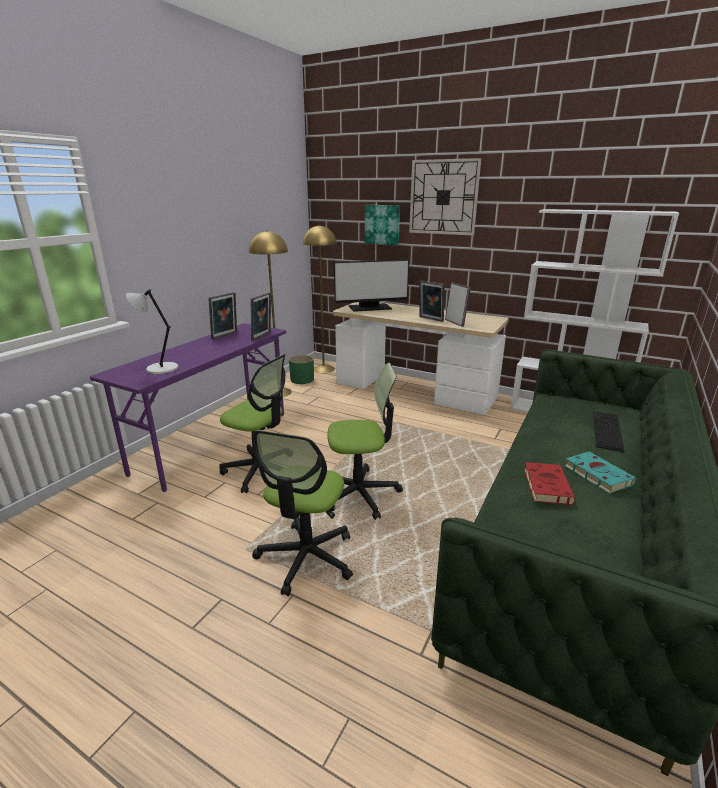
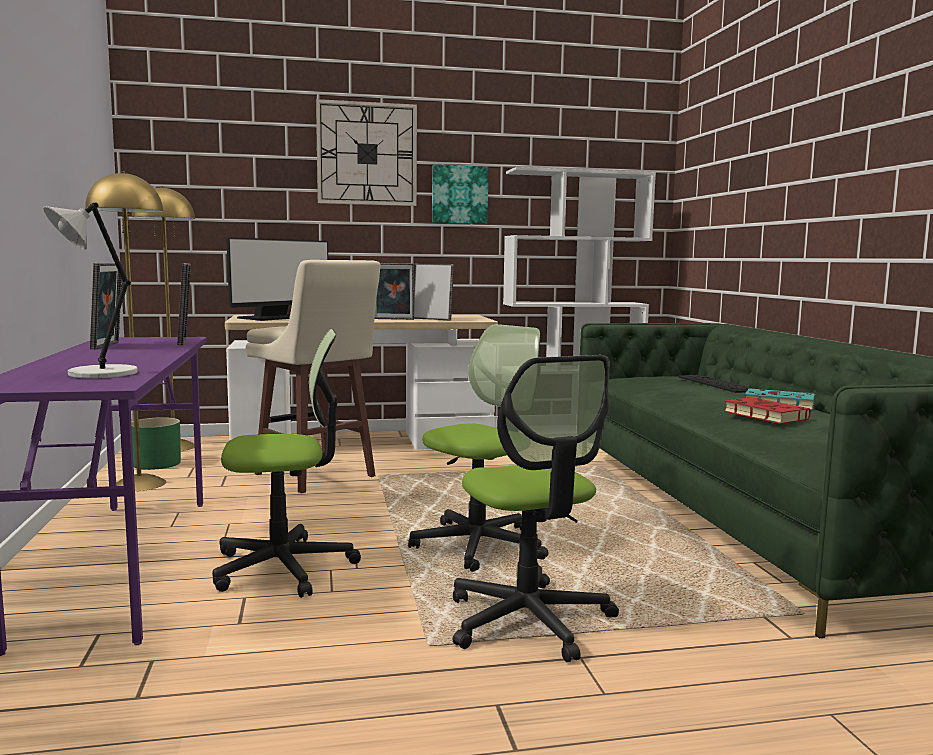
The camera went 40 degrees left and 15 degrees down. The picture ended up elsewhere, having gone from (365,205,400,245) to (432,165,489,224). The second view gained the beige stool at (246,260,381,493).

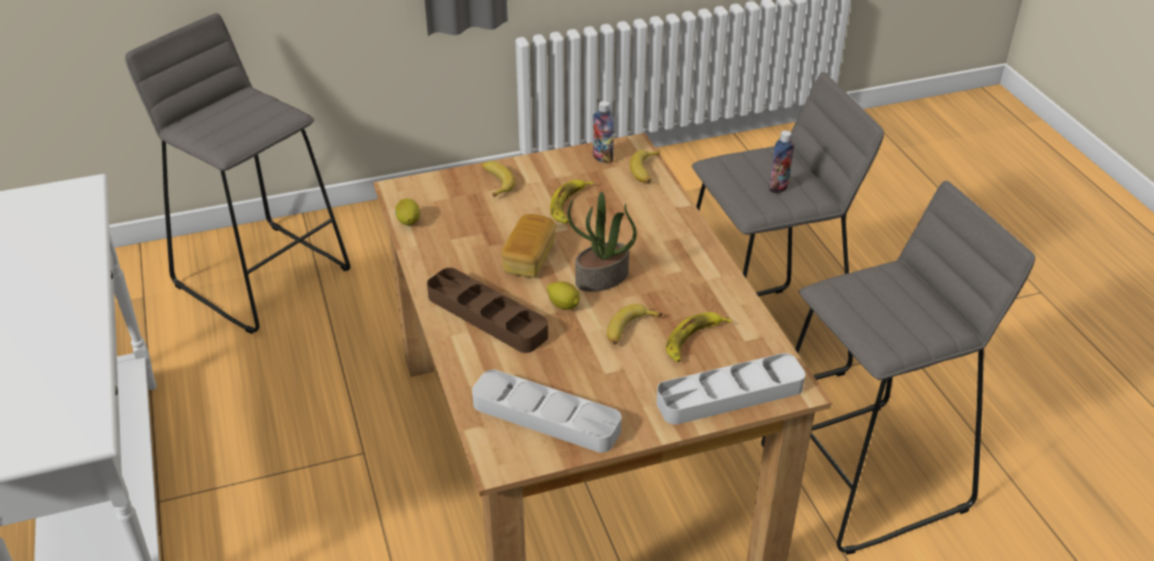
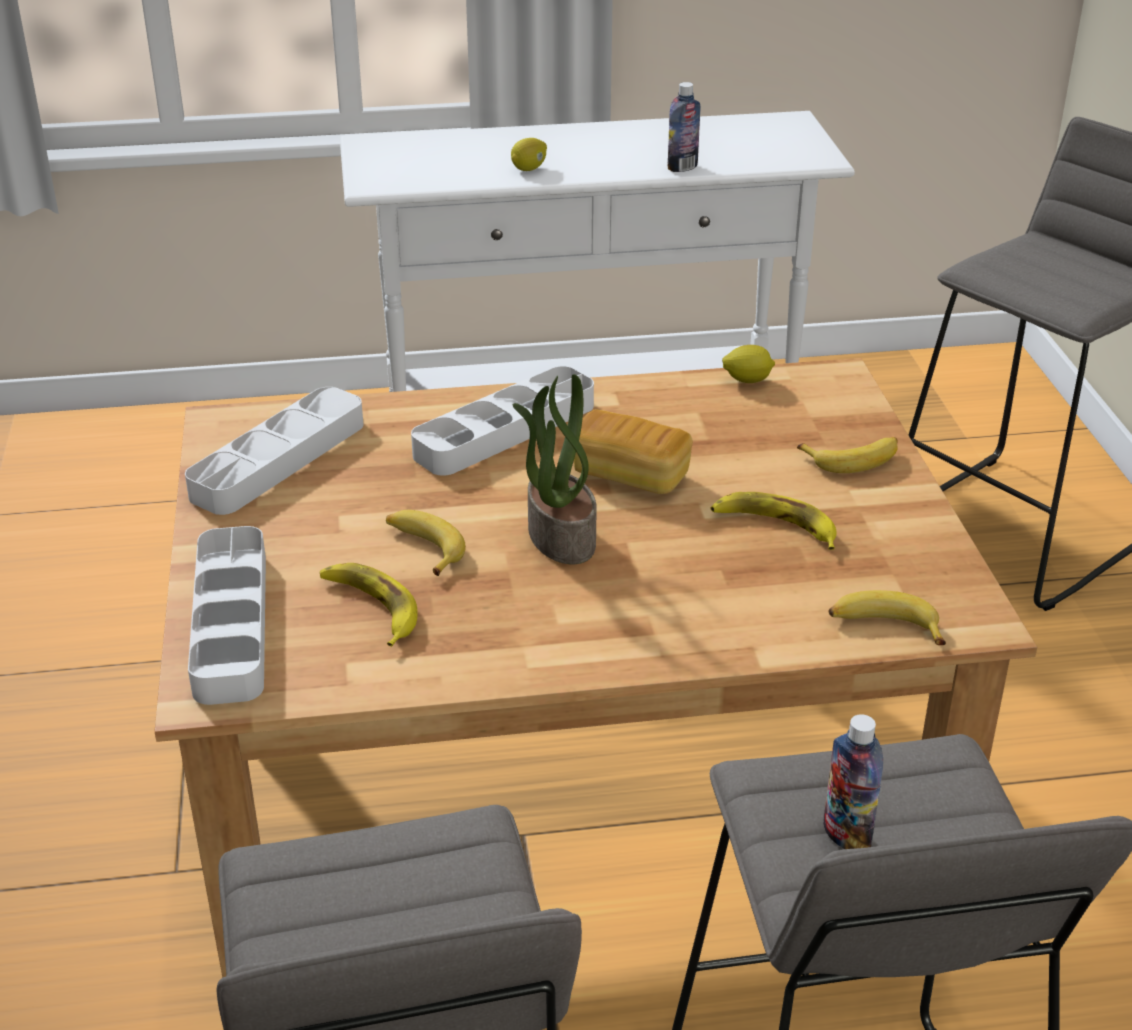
The camera went 100 degrees right and 5 degrees down. The bottle ended up elsewhere, having gone from (593,101,614,163) to (668,82,700,172). What was the brown tray at (427,268,548,353) turned into the grey tray at (411,366,594,476). The lemon ended up elsewhere, having gone from (547,281,580,310) to (511,138,547,171).

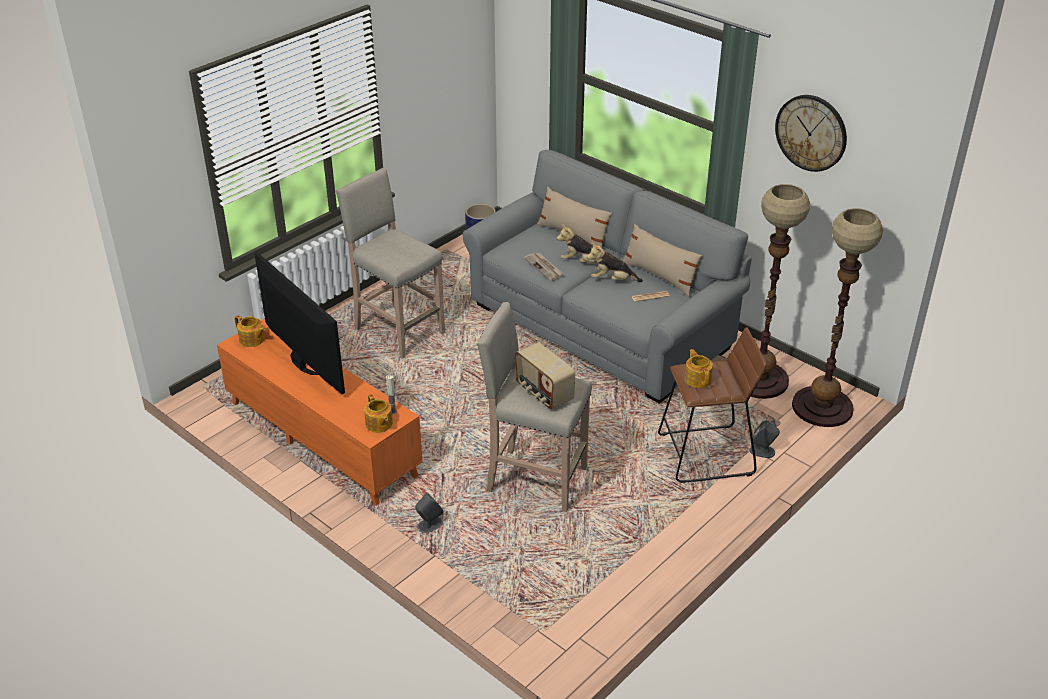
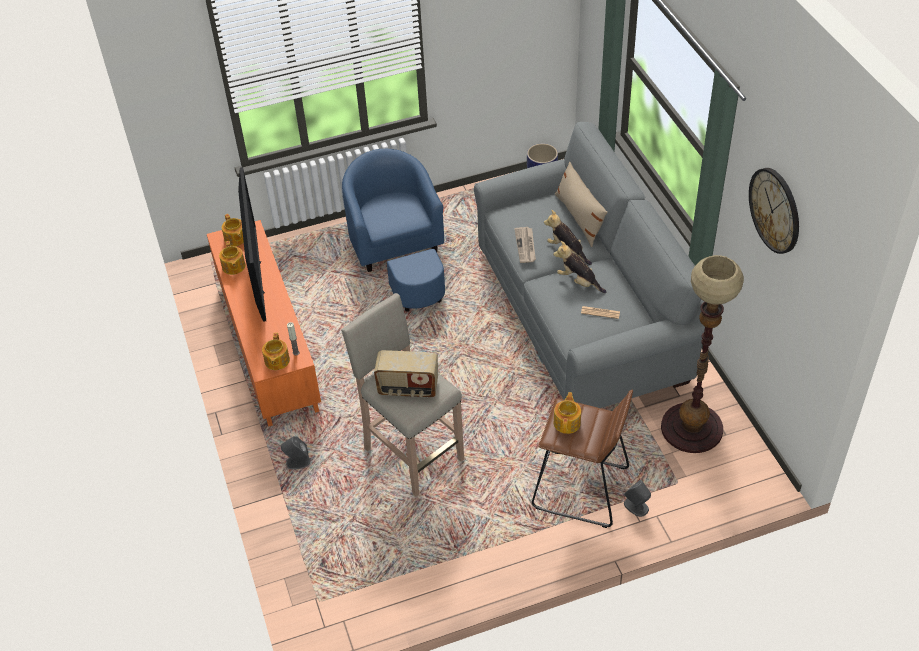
The camera went 30 degrees right and 10 degrees up. Where the beige stool stood at (336,168,445,359), the blue armchair came to stand at (342,149,445,312). The second view lost the floor lamp at (792,208,883,427). The second view lost the beige pillow at (623,224,703,297). The radio at (515,342,575,410) ended up facing another way, 75 degrees counterclockwise from before. The second view gained the teapot at (219,241,246,275).

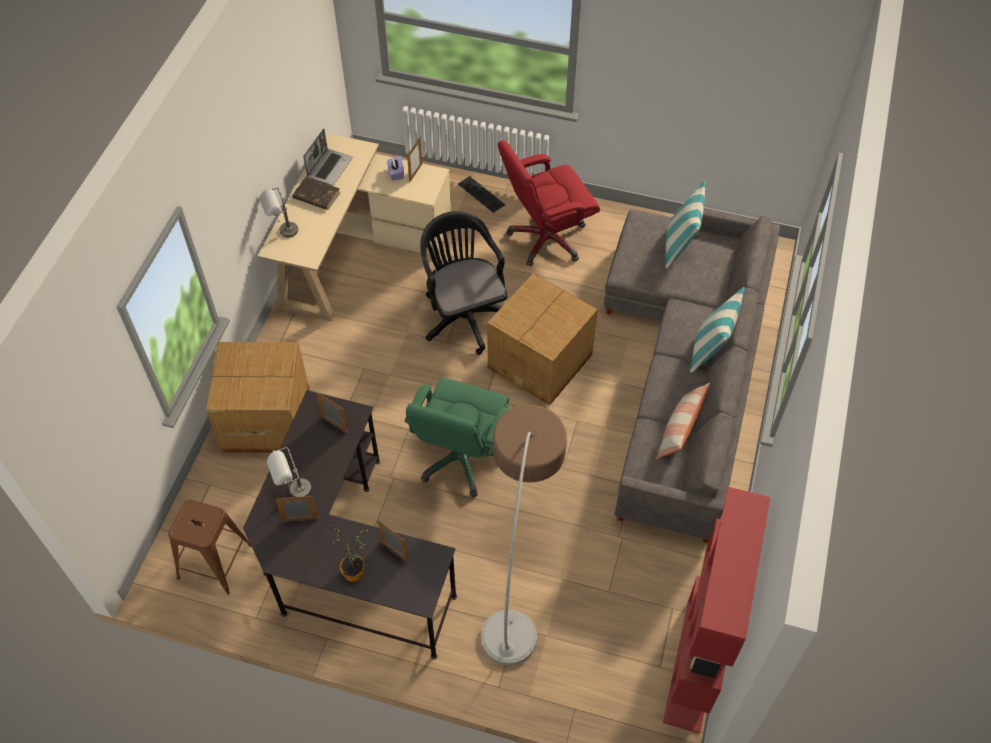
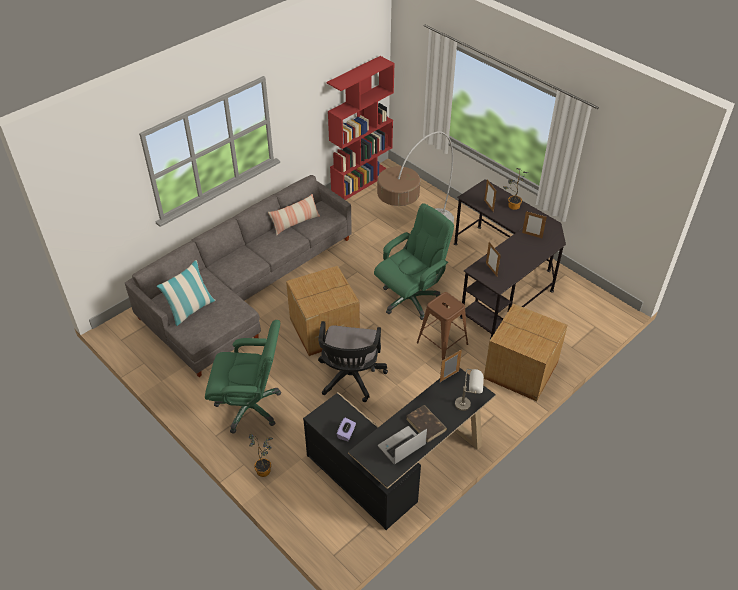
The camera went 150 degrees left and 10 degrees down. What was the beige desk at (258,133,451,322) turned into the black desk at (303,367,496,530). The picture frame ended up elsewhere, having gone from (407,137,422,182) to (440,350,462,382). What was the red office chair at (498,140,600,266) turned into the green office chair at (205,320,281,434). Where the keyboard stood at (458,176,505,213), the potted plant came to stand at (249,434,273,477). The second view lost the pillow at (690,287,745,373). The second view lost the grey table lamp at (267,447,311,497). The brown stool ended up elsewhere, having gone from (168,499,252,595) to (417,292,468,360).

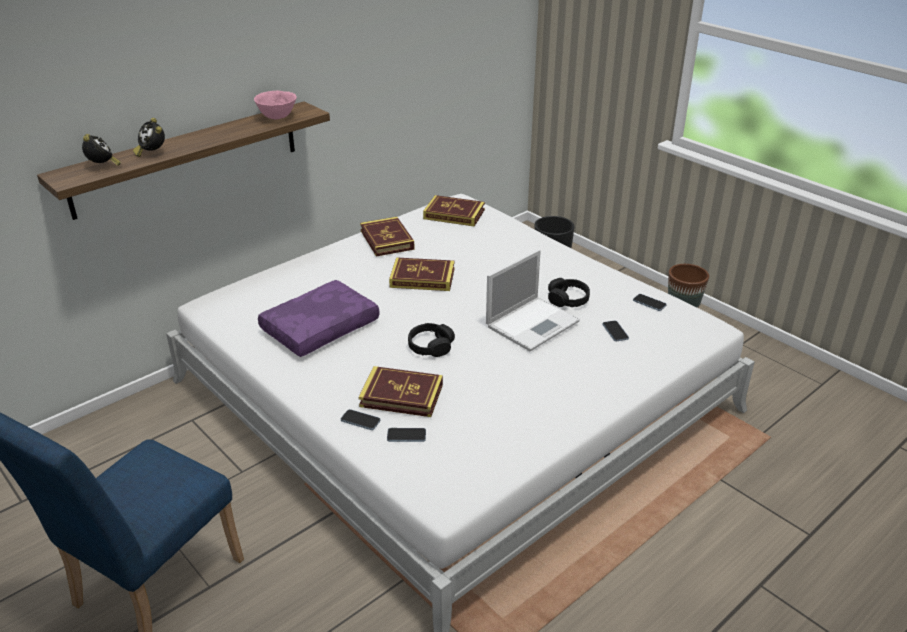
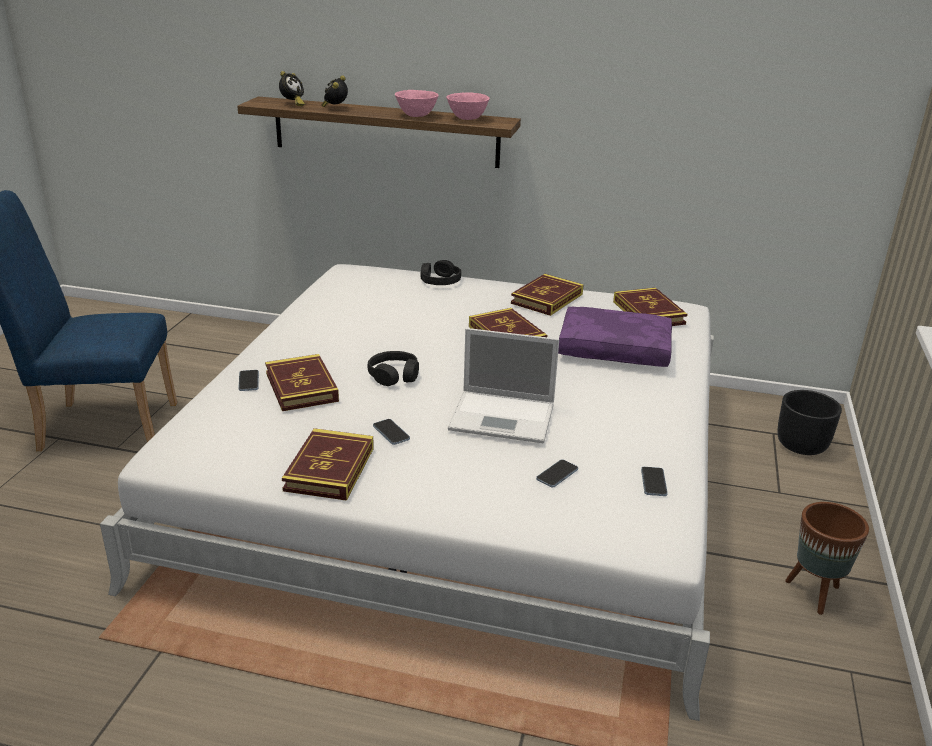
The camera went 55 degrees right and 5 degrees down. The black headphones ended up elsewhere, having gone from (548,278,590,307) to (421,260,461,285). The purple pillow ended up elsewhere, having gone from (258,280,380,357) to (558,307,672,367). The phone ended up elsewhere, having gone from (387,428,426,442) to (373,419,410,445). The second view gained the pink bowl at (395,90,439,117). The second view gained the book at (282,428,374,501).

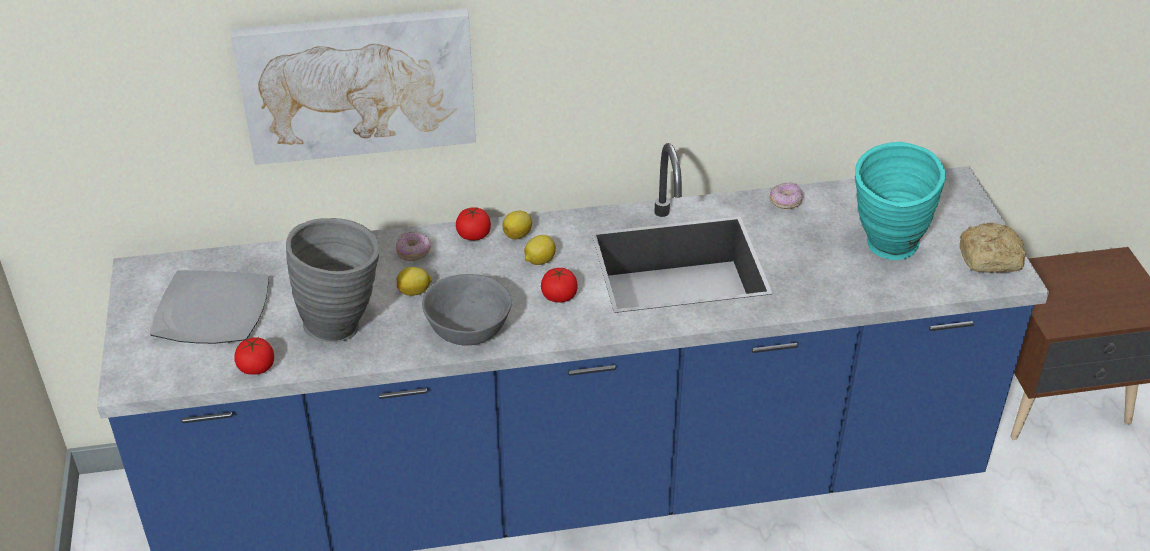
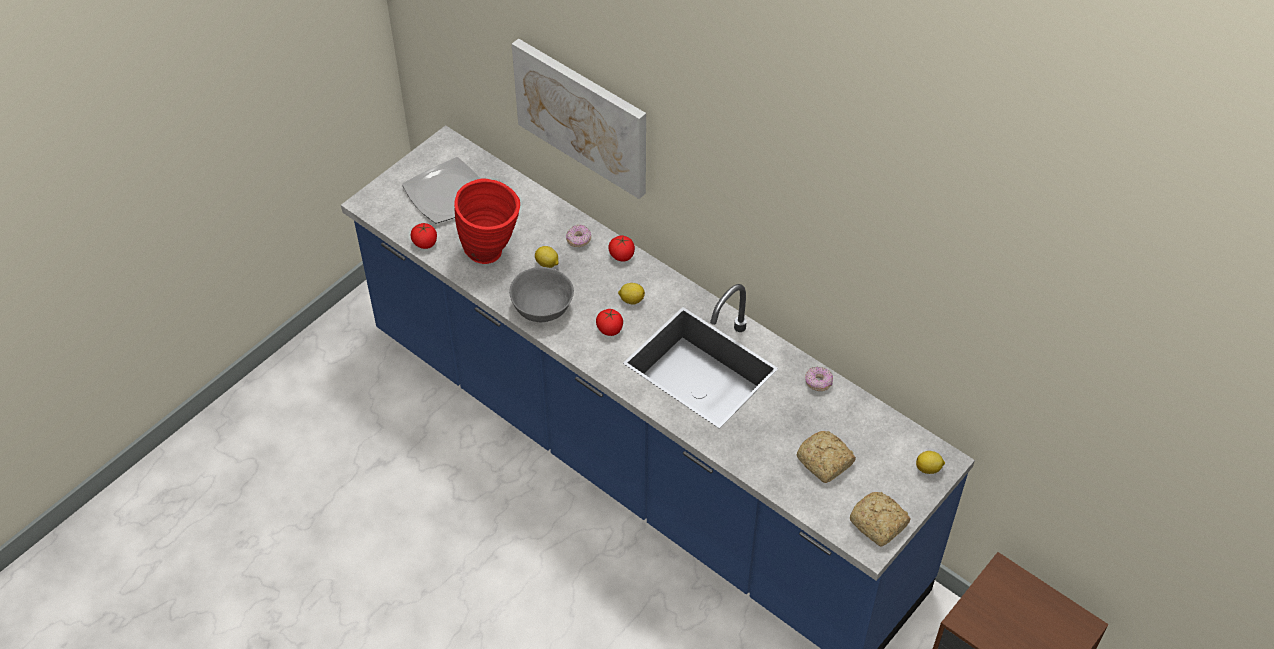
The camera went 50 degrees right and 10 degrees up. Where the turquoise vase stood at (855,142,946,260), the bread came to stand at (797,431,856,483). The lemon ended up elsewhere, having gone from (502,211,532,240) to (916,451,945,474). What was the grey vase at (286,218,380,342) turned into the red vase at (454,179,520,264).

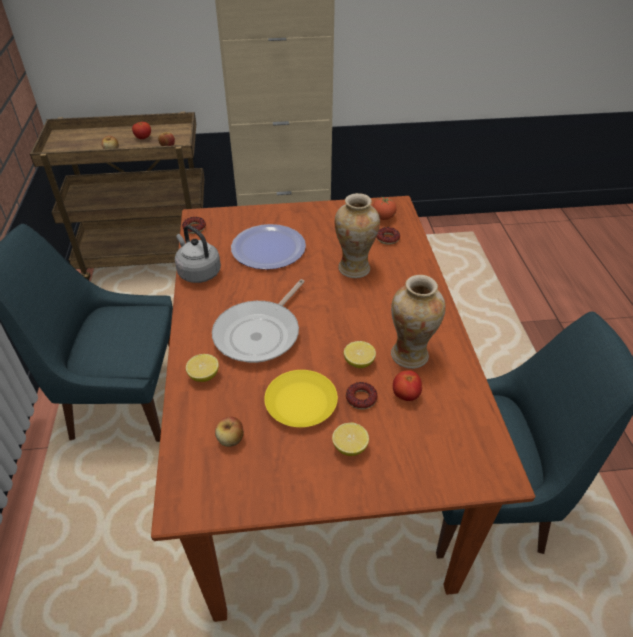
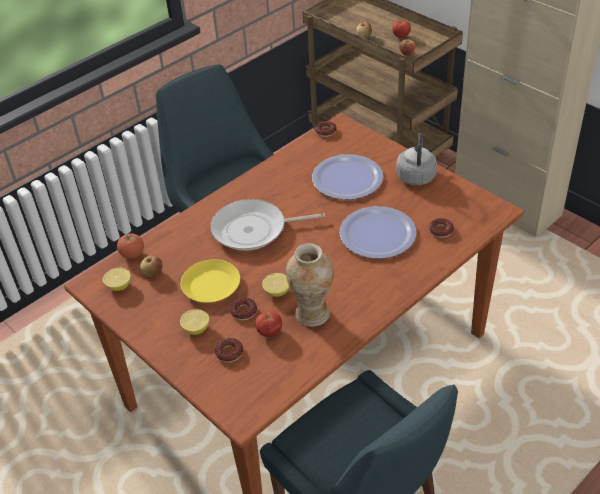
The camera went 55 degrees right and 0 degrees up. Where the vase stood at (335,193,380,278), the plate came to stand at (340,206,417,259). The tomato ended up elsewhere, having gone from (373,197,397,220) to (117,233,144,259). The grey kettle ended up elsewhere, having gone from (175,225,221,283) to (396,133,437,185). The lemon ended up elsewhere, having gone from (186,354,219,382) to (103,268,131,291). The second view gained the donut at (215,338,243,363).

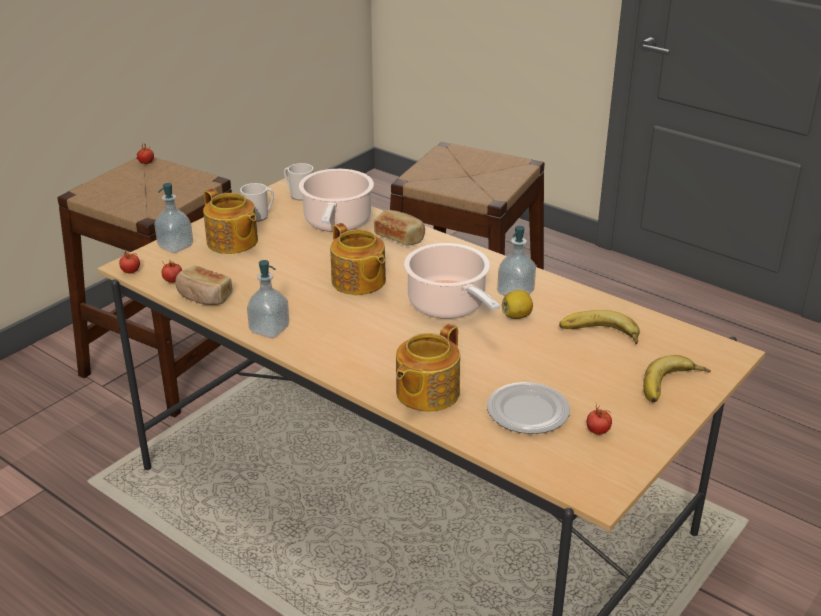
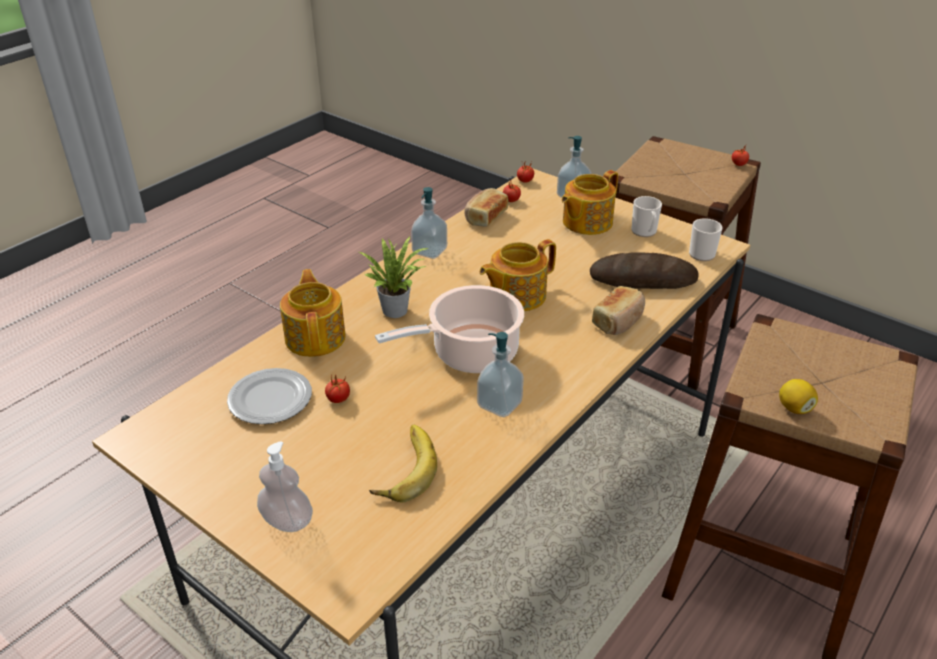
The camera went 90 degrees right and 5 degrees up. Where the cooking pot stood at (299,169,374,232), the bread came to stand at (590,252,699,289). The lemon ended up elsewhere, having gone from (502,290,533,319) to (779,379,818,414). The teapot at (396,324,460,412) ended up facing another way, 45 degrees clockwise from before. Where the banana stood at (643,355,711,402), the soap dispenser came to stand at (257,441,313,532). The tomato ended up elsewhere, having gone from (586,406,612,435) to (325,375,350,403). The second view gained the potted plant at (359,236,428,318).

